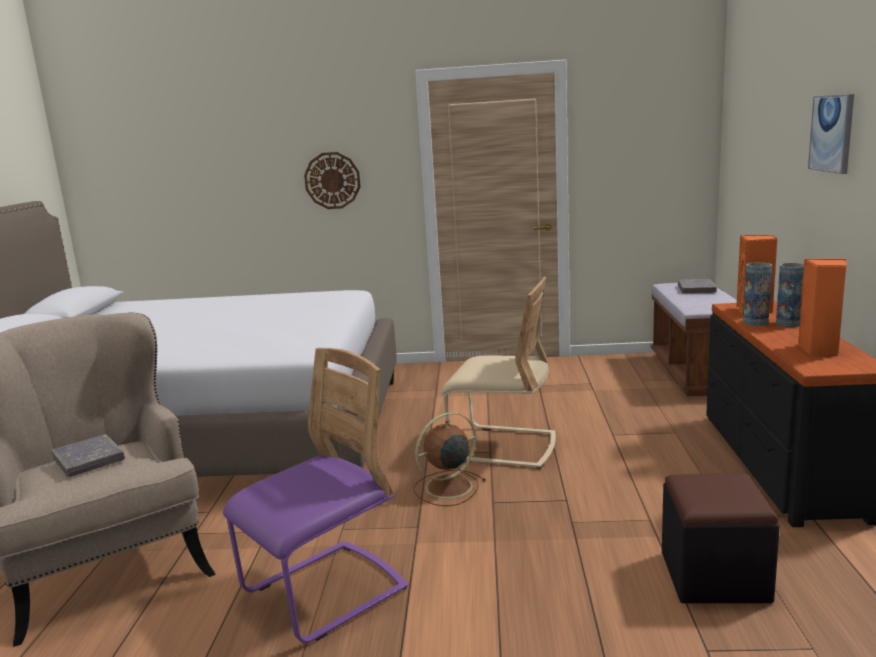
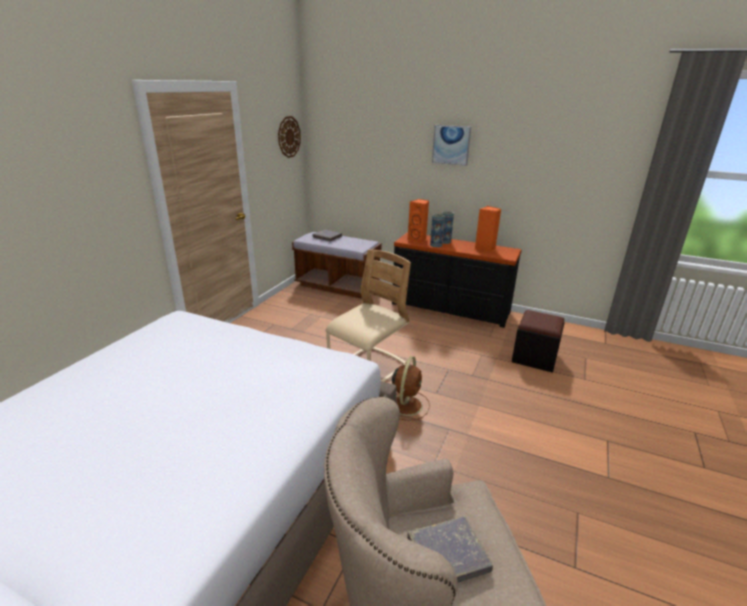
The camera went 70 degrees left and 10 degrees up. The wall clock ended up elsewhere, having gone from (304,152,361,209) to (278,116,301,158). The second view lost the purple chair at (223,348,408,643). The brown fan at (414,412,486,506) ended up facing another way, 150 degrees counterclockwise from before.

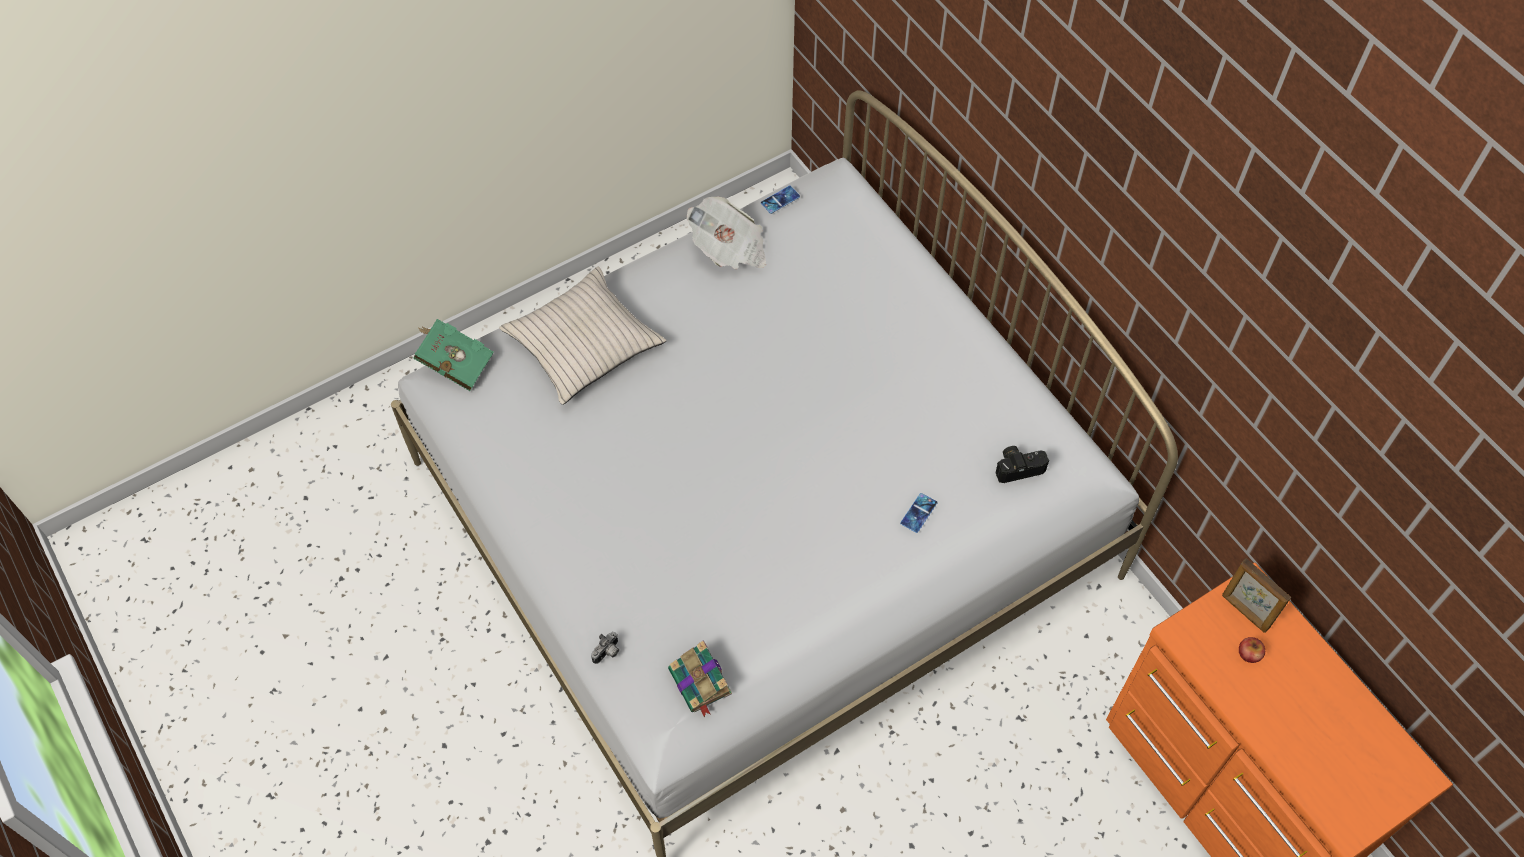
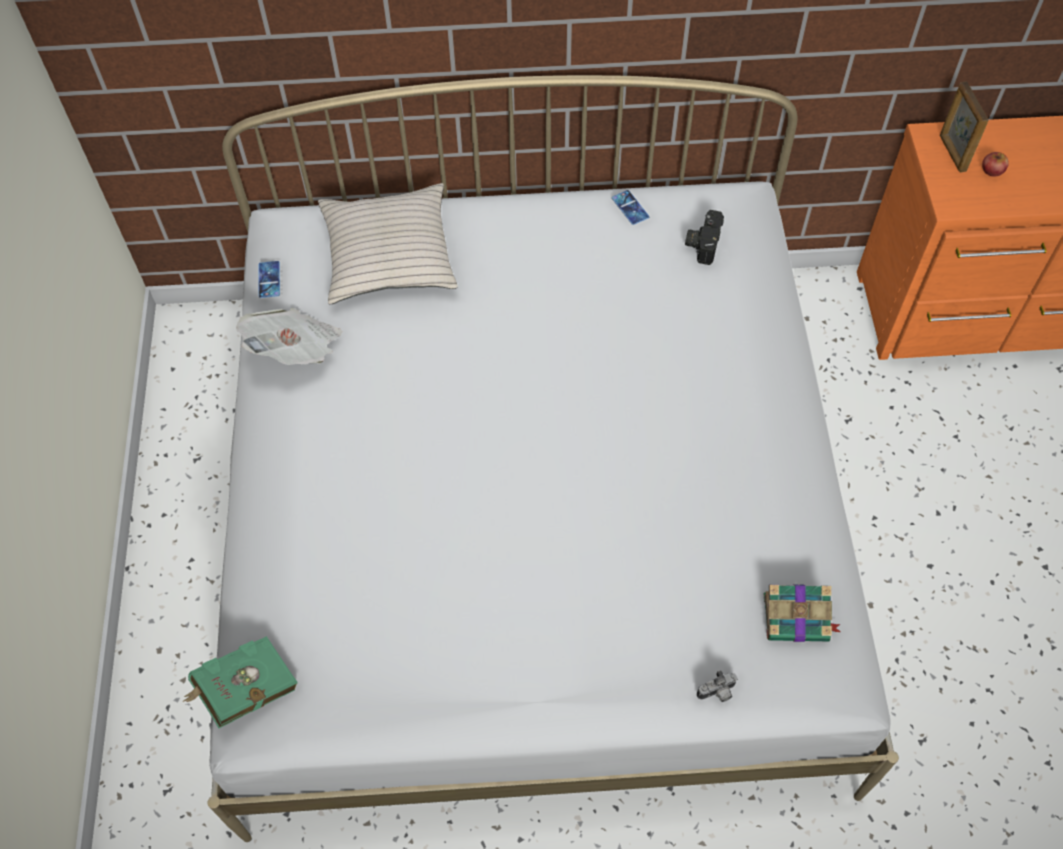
The camera went 60 degrees left and 0 degrees up. The beige pillow ended up elsewhere, having gone from (499,267,666,405) to (318,183,458,304). The phone ended up elsewhere, having gone from (900,493,937,533) to (612,190,649,225). The picture frame at (1222,558,1291,633) ended up facing another way, 90 degrees clockwise from before. The photo camera at (591,632,619,664) ended up facing another way, 90 degrees clockwise from before.

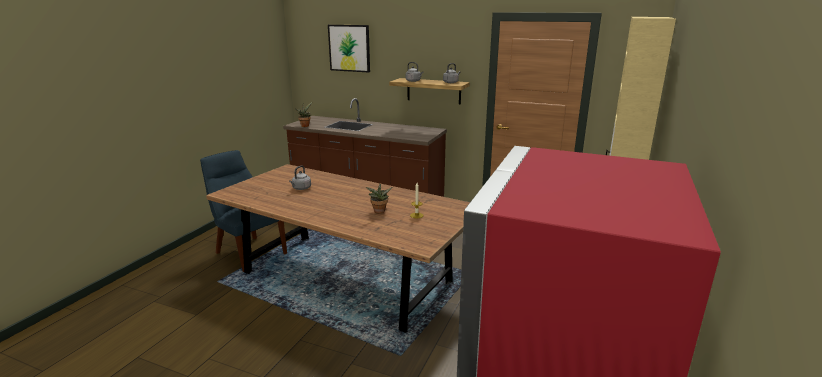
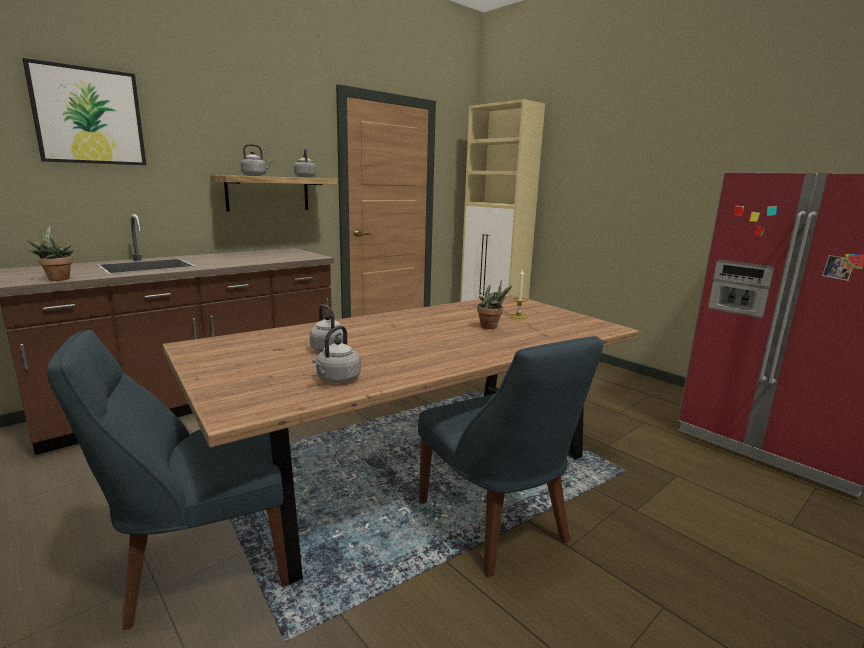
The camera went 65 degrees left and 5 degrees down. The second view gained the grey kettle at (312,326,361,383). The second view gained the blue chair at (418,336,603,577).

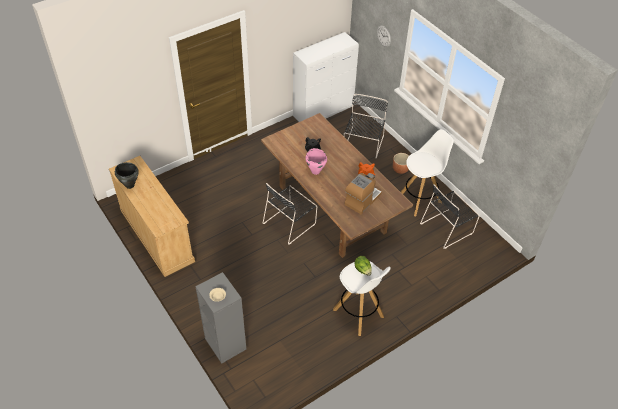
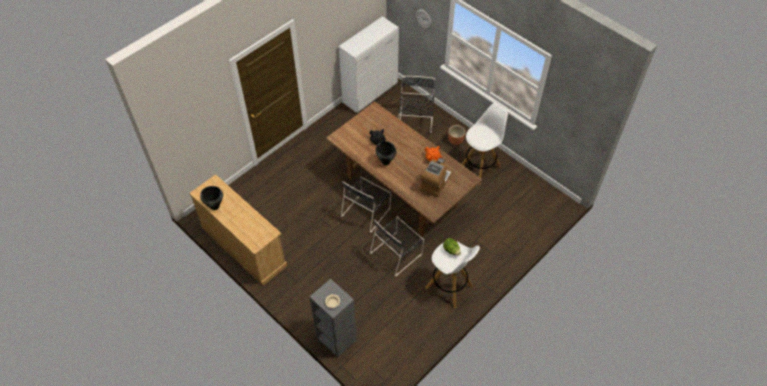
The camera went 10 degrees left and 5 degrees up. What was the pink cooking pot at (305,148,327,175) turned into the black cooking pot at (376,141,396,165). The black chair ended up elsewhere, having gone from (420,184,480,249) to (370,217,424,276).

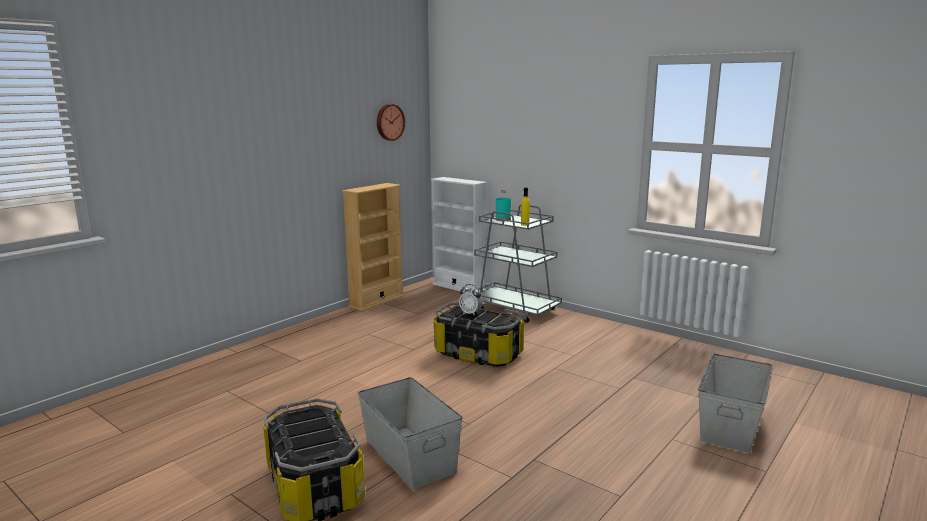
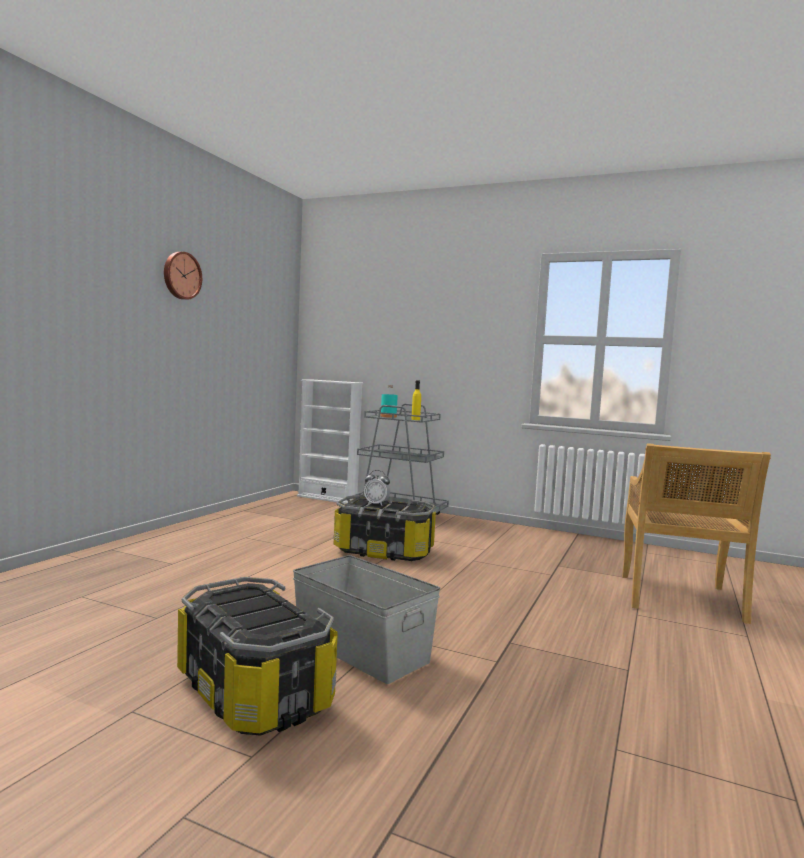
The camera went 15 degrees left and 10 degrees down. The wall clock ended up elsewhere, having gone from (377,104,405,141) to (164,252,202,300). The second view lost the beige bookcase at (342,183,404,311). Where the grey storage box stood at (698,354,773,453), the beige chair came to stand at (622,443,771,624).

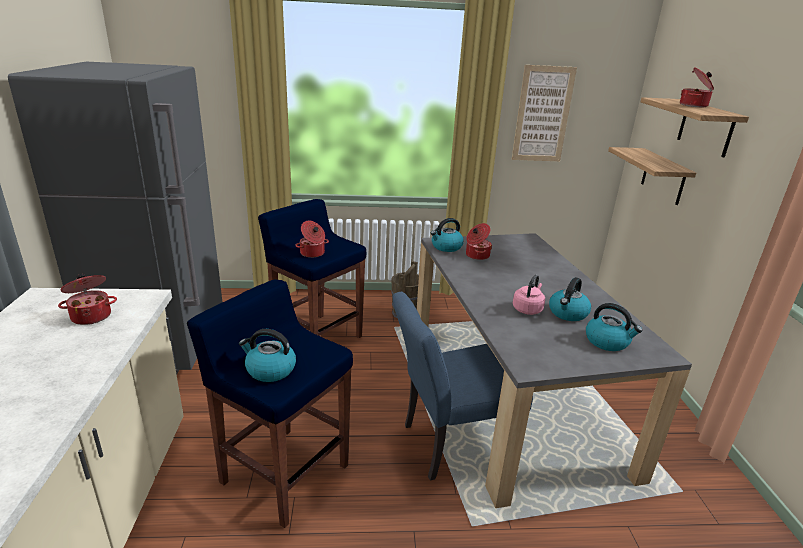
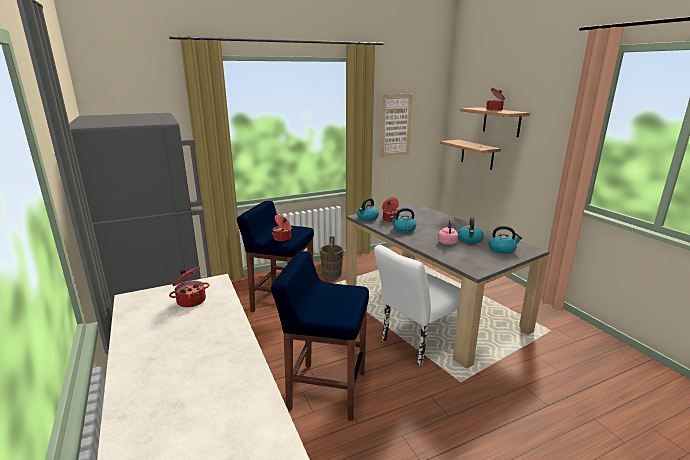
The camera went 20 degrees left and 5 degrees down. What was the blue chair at (393,292,533,481) turned into the white chair at (374,245,461,366). The kettle ended up elsewhere, having gone from (239,329,296,382) to (390,208,416,233).

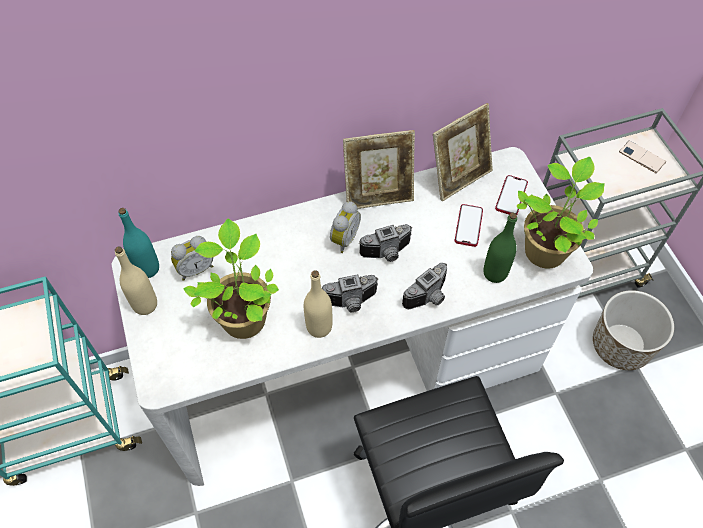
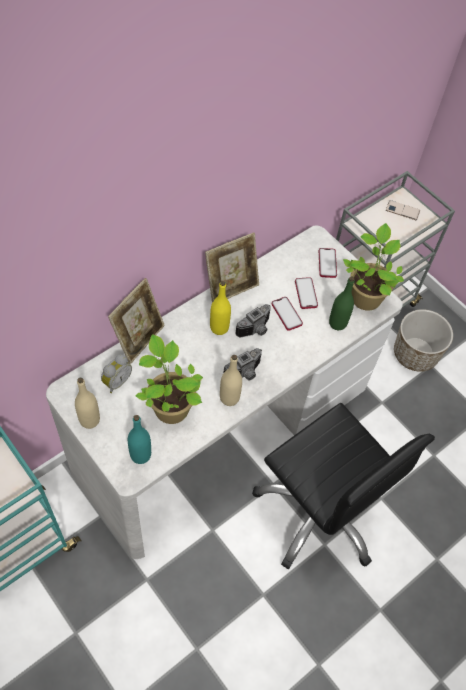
The camera went 25 degrees left and 0 degrees up. The picture frame ended up elsewhere, having gone from (433,103,493,201) to (108,278,165,364). Where the alarm clock stood at (330,202,361,253), the yellow bottle came to stand at (210,281,231,335). The turquoise bottle ended up elsewhere, having gone from (118,208,159,278) to (128,415,151,464). The second view lost the photo camera at (402,263,447,309). The second view gained the phone at (272,297,303,331).

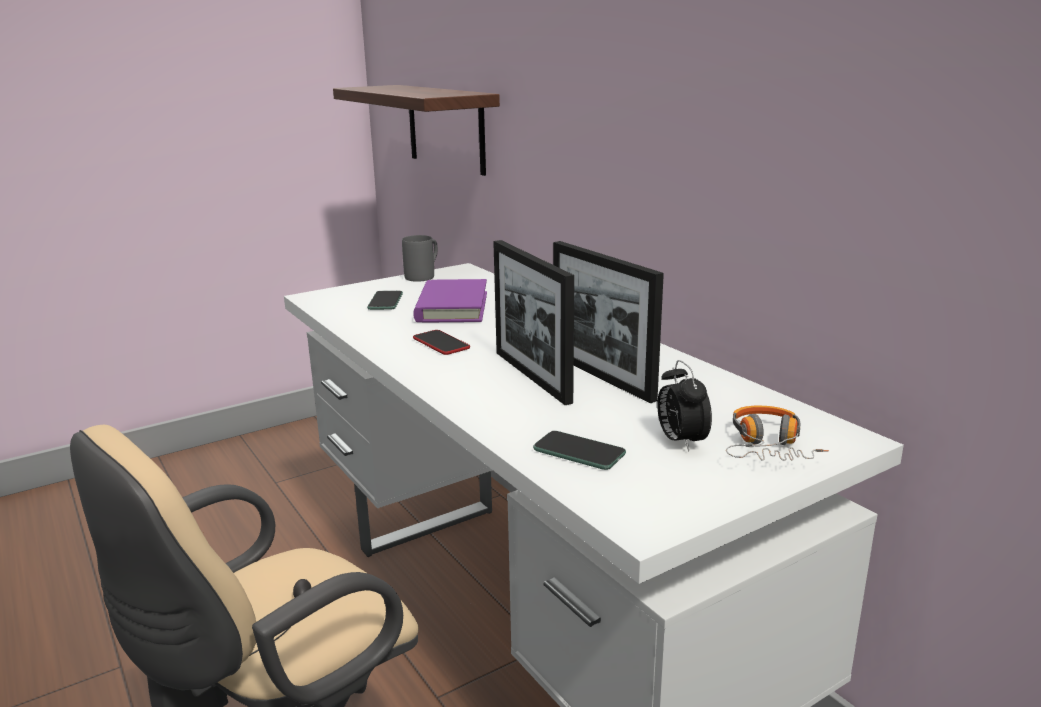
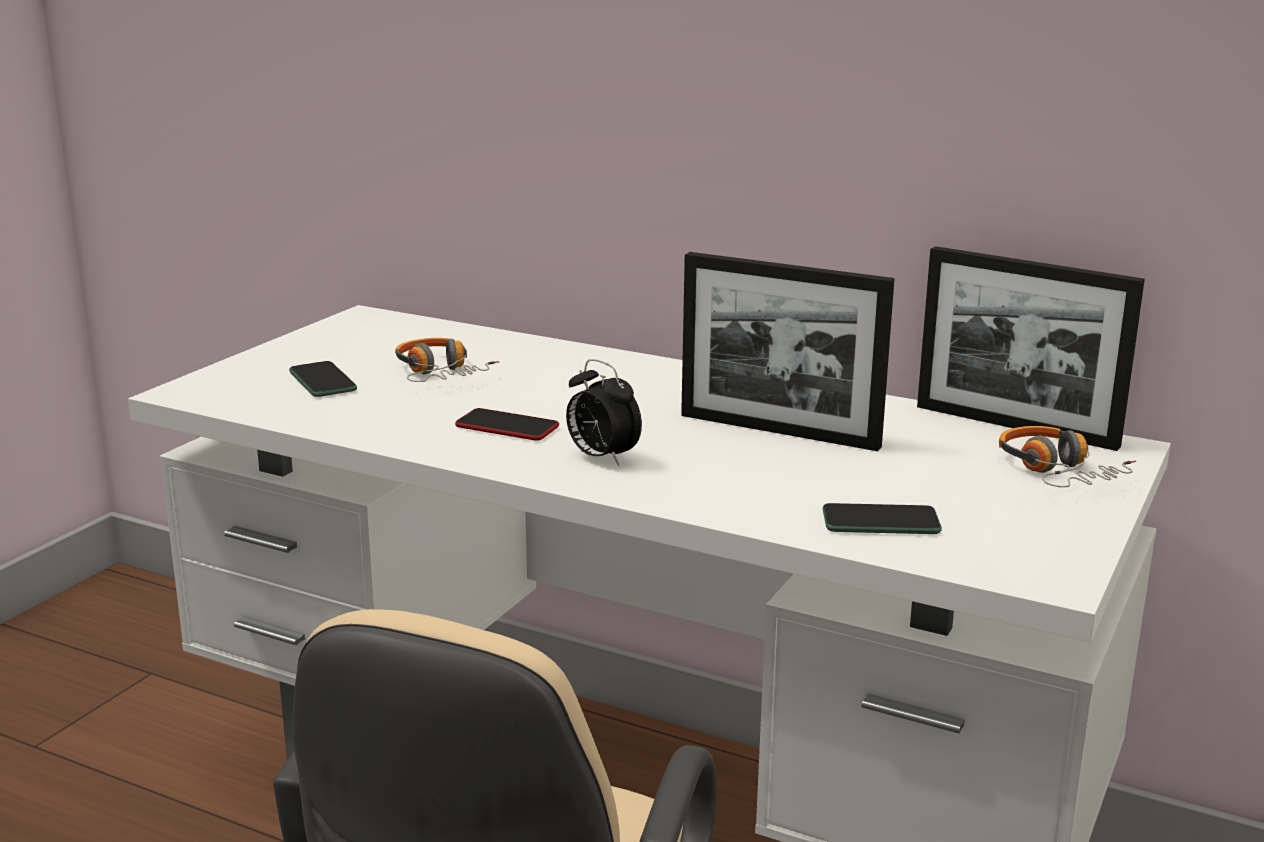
The camera went 30 degrees left and 0 degrees up. The second view lost the shelf at (333,85,500,176). The second view lost the grey mug at (402,235,438,282). The picture frame ended up elsewhere, having gone from (493,240,574,405) to (917,246,1145,451). Where the purple book stood at (413,279,487,323), the headphones came to stand at (395,338,500,382). The alarm clock ended up elsewhere, having gone from (657,360,712,452) to (566,359,642,466).

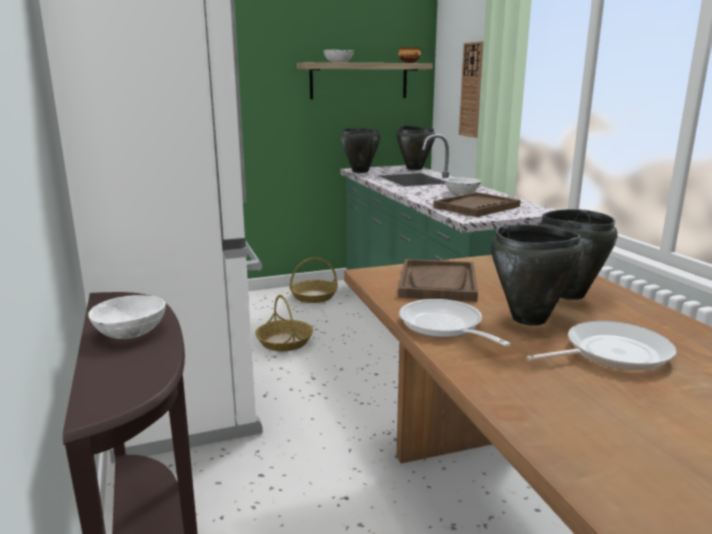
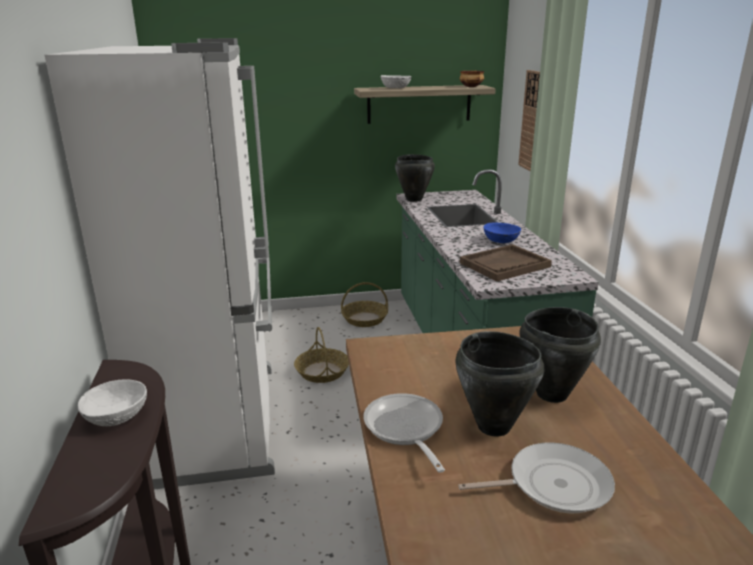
The camera went 10 degrees right and 5 degrees up. The second view lost the black cooking pot at (396,126,435,170). What was the white bowl at (445,177,481,194) turned into the blue bowl at (484,222,521,243). The second view lost the brown tray at (398,259,478,302).

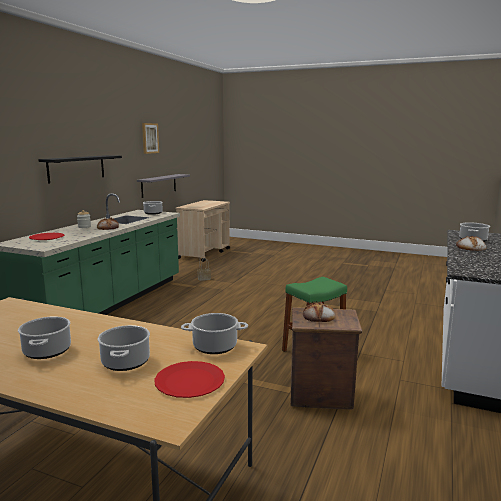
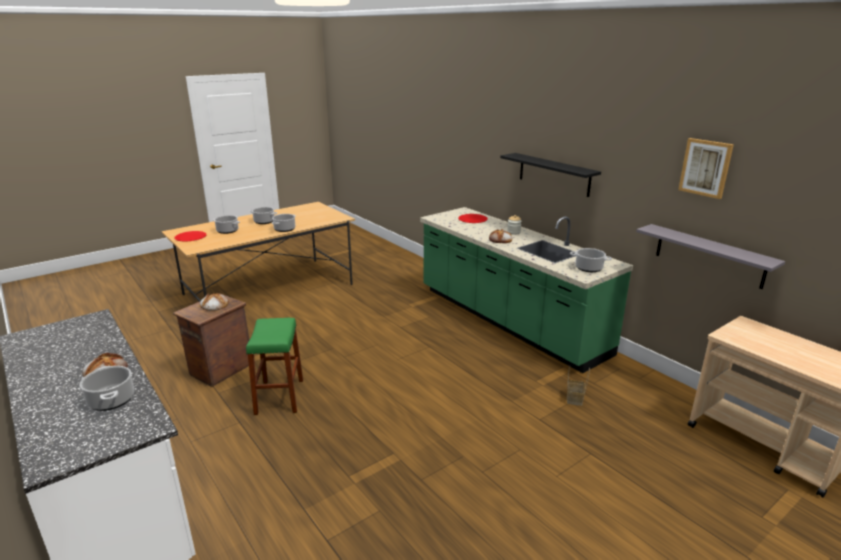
The camera went 120 degrees right and 10 degrees up. The cooking pot ended up elsewhere, having gone from (181,313,248,354) to (272,214,296,232).

